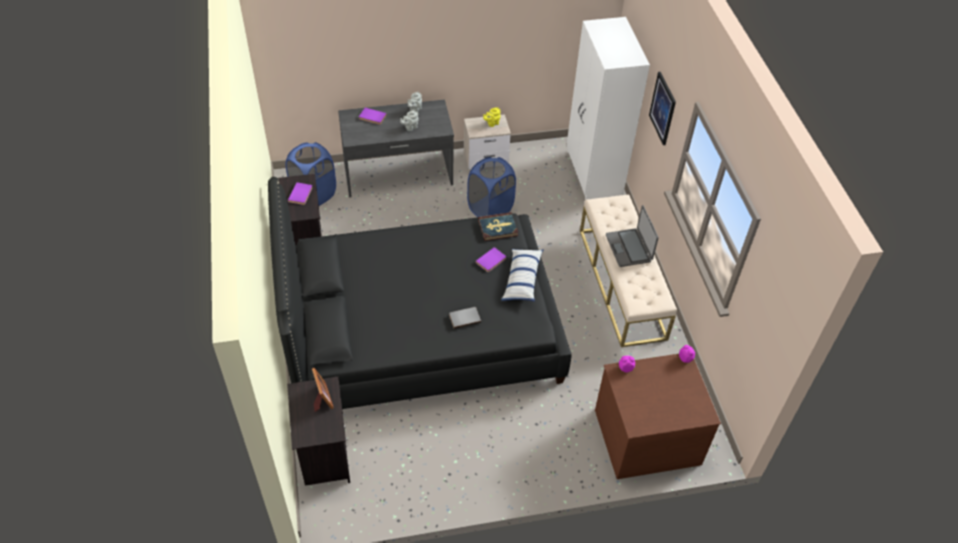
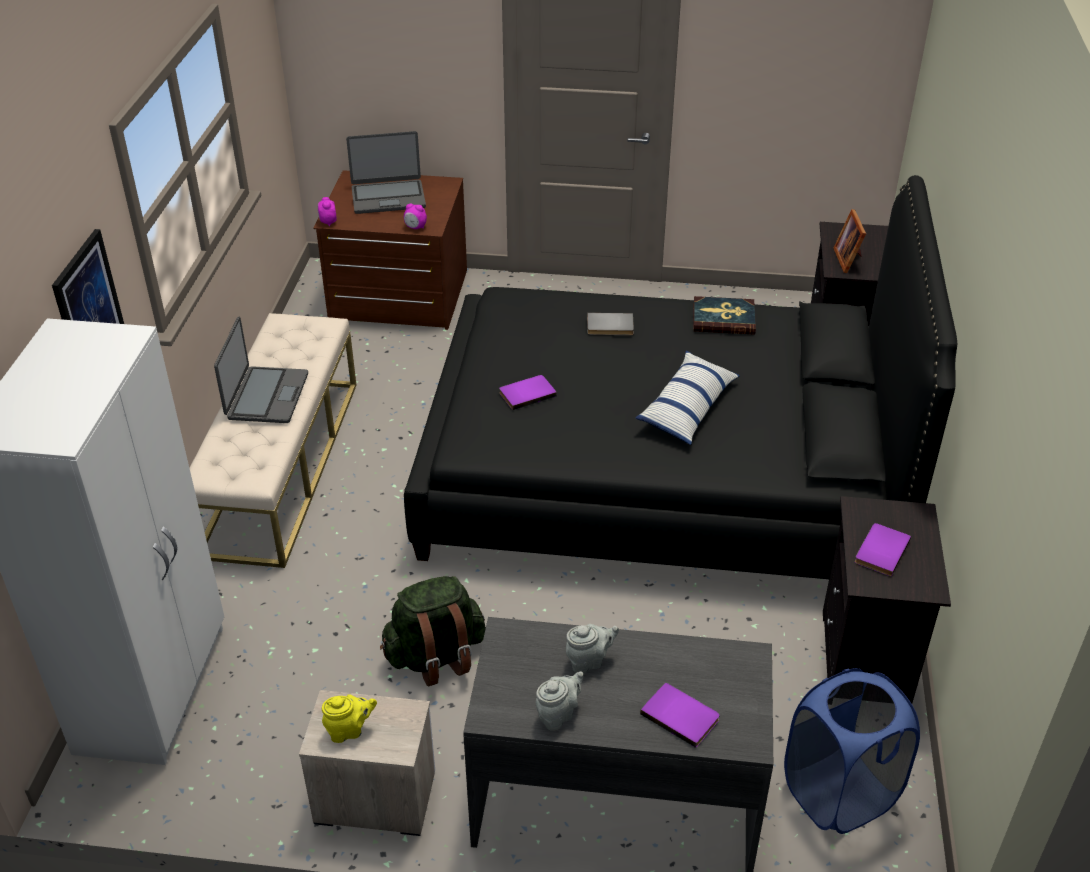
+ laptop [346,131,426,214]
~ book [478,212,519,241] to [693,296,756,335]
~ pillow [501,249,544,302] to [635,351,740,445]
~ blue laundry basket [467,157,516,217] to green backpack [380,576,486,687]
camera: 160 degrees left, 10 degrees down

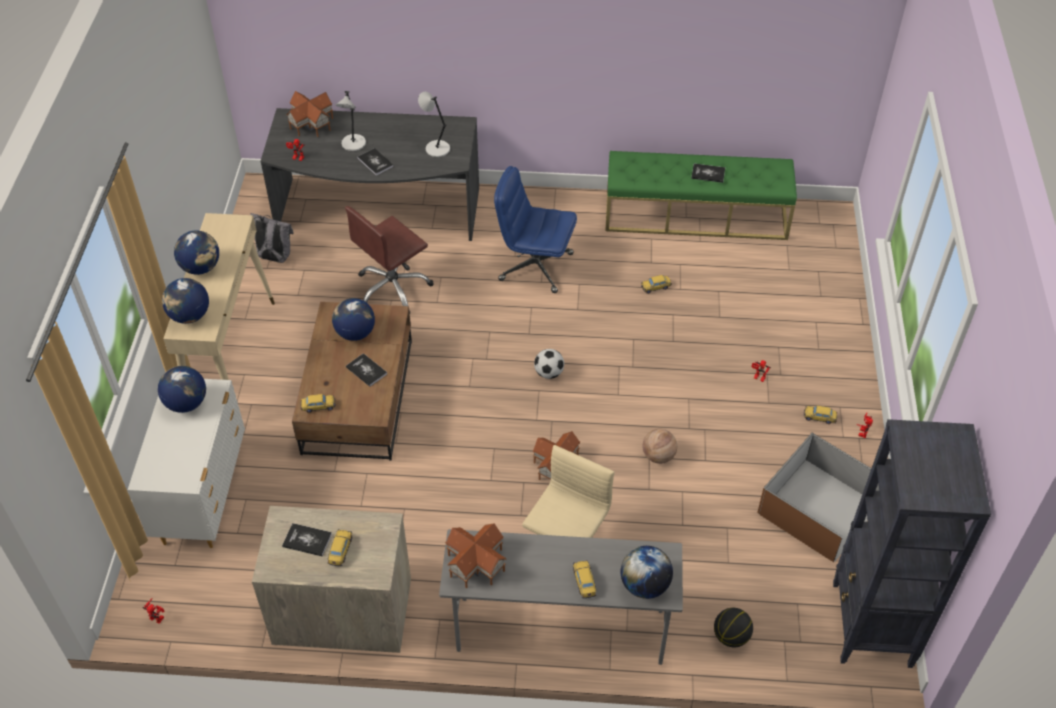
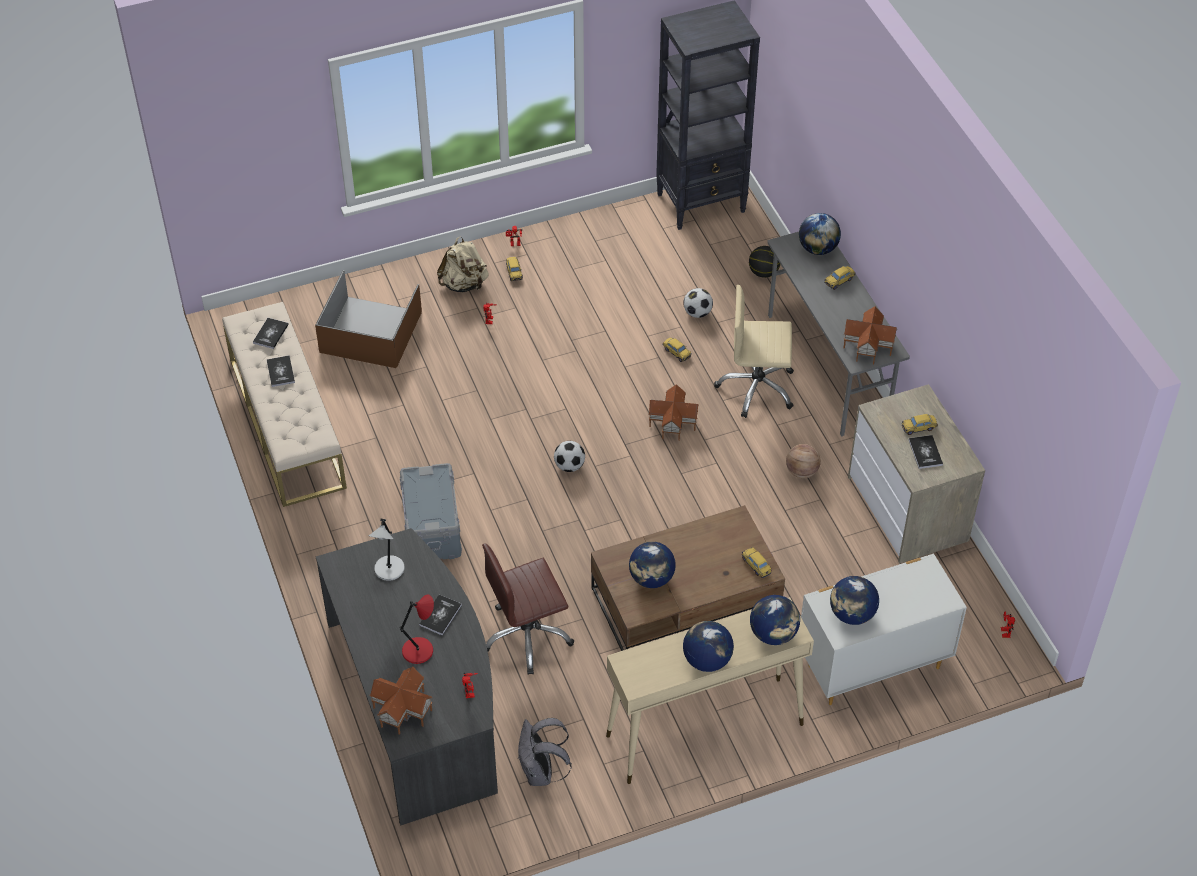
+ beige backpack [437,236,489,292]
+ football [683,288,713,318]
~ book [346,353,387,387] to [253,318,289,349]
~ toy car [641,275,672,294] to [663,338,692,362]
~ basketball [642,429,677,464] to [786,444,821,478]
~ brown storage box [757,432,879,562] to [315,270,422,368]
~ blue office chair [494,166,577,293] to grey storage box [400,463,462,559]
~ grey table lamp [336,91,366,151] to red table lamp [400,594,434,664]
~ green bench [605,151,797,240] to beige bench [222,302,347,507]
~ brown office chair [345,206,433,312] = [482,544,574,675] 135 degrees clockwise
camera: 115 degrees left, 0 degrees up

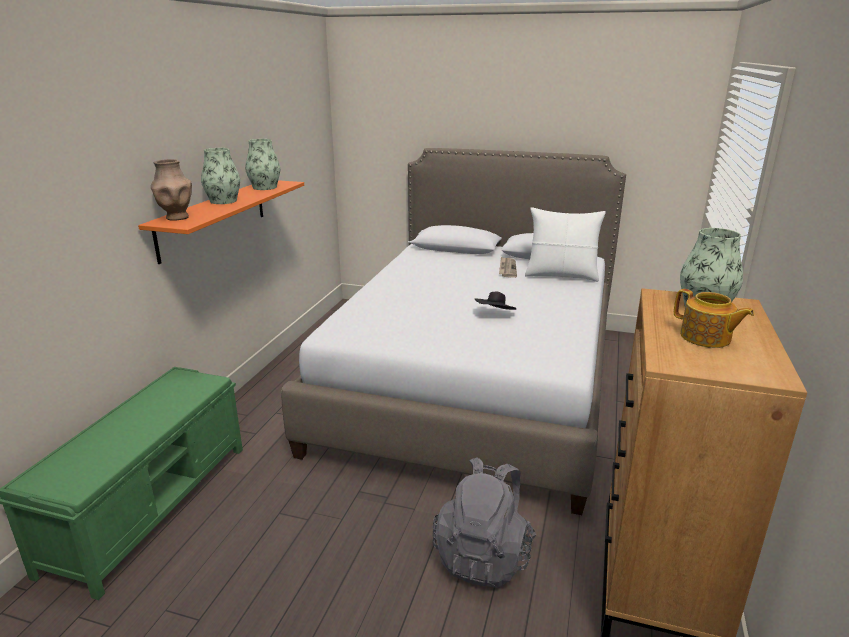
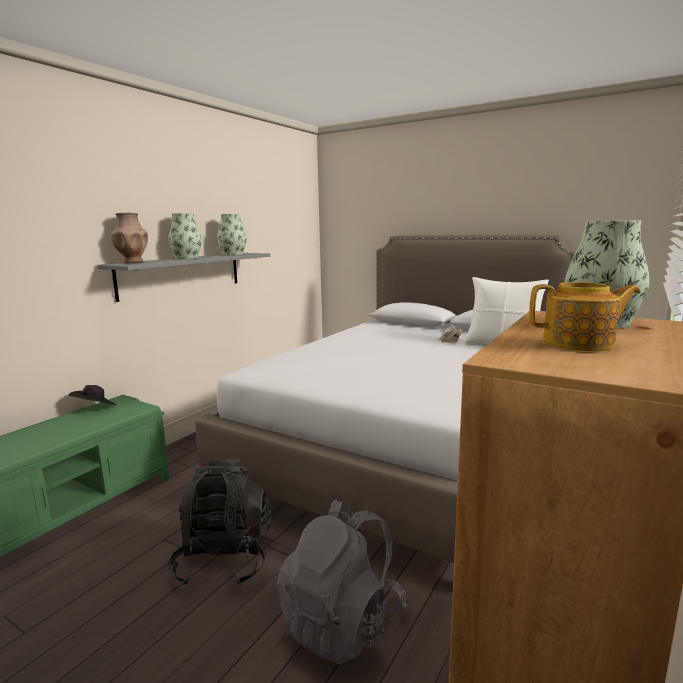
+ black backpack [168,459,272,585]
~ black hat [475,292,517,310] to [68,385,117,405]
~ orange shelf [138,180,304,264] to grey shelf [97,253,270,302]
~ teapot [674,289,754,348] = [529,282,641,352] 60 degrees counterclockwise
camera: 15 degrees right, 10 degrees down

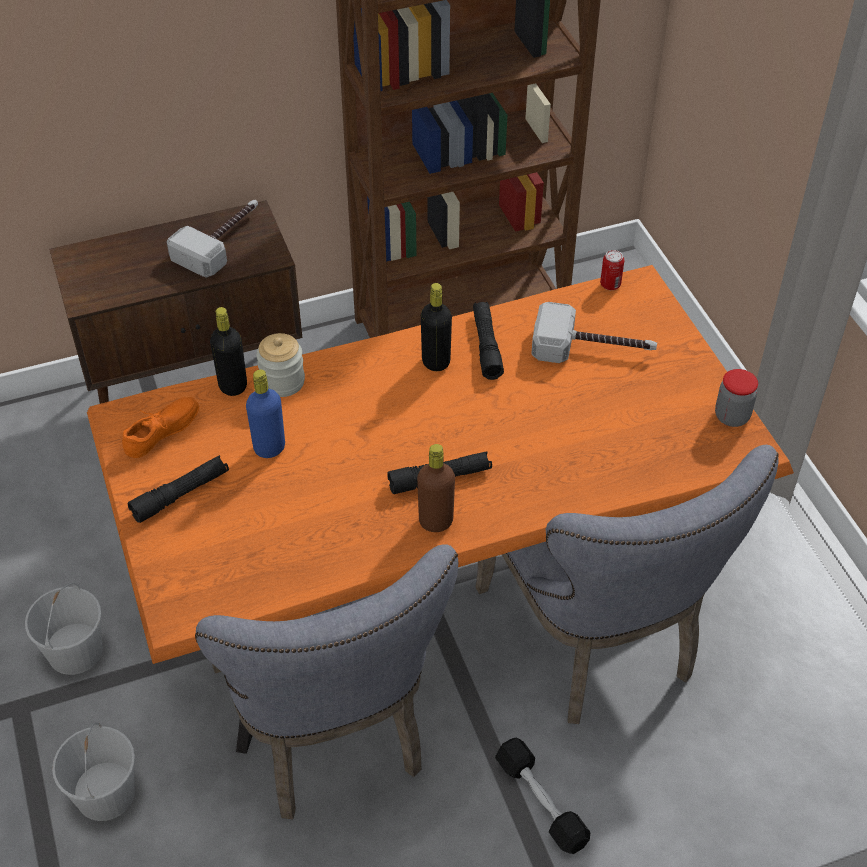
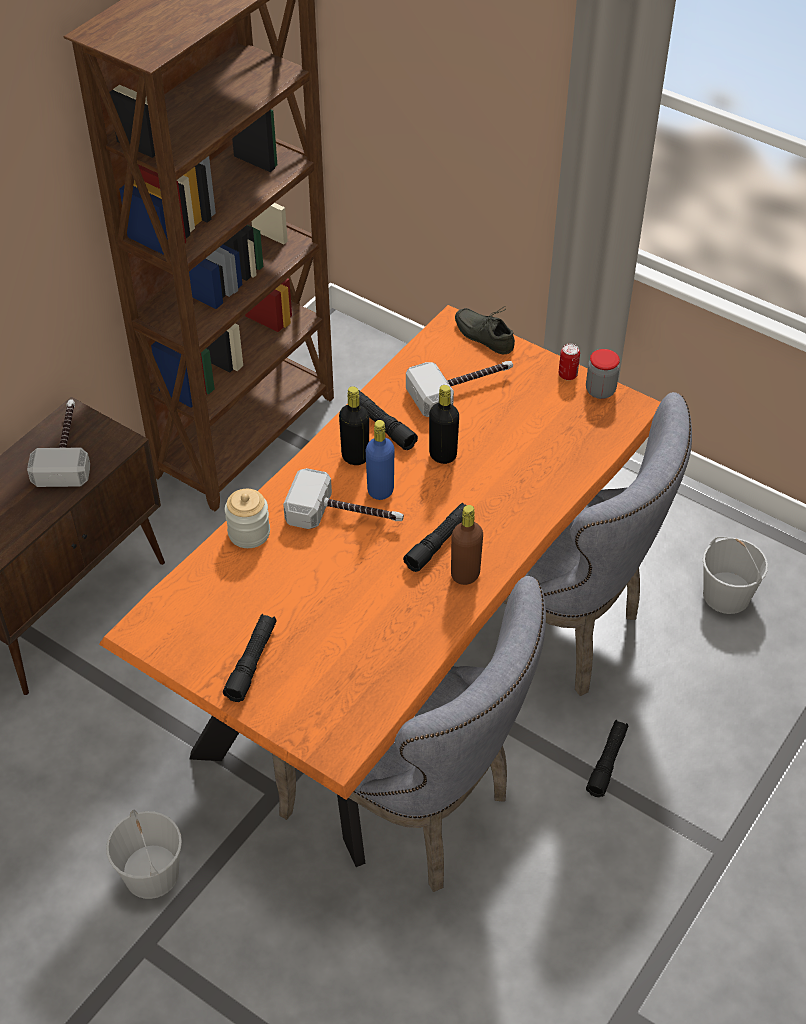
- orange shoe [122,397,199,458]
+ hammer [283,468,404,529]
+ grey shoe [455,306,515,354]
~ white bucket [52,722,135,821] to [703,537,768,614]
~ black bottle [210,307,247,396] to [429,385,459,464]
~ blue bottle [246,369,285,458] to [366,420,394,500]
~ can [600,250,624,290] to [559,344,580,380]
~ black dumbbell [495,737,590,854] to black flashlight [586,720,628,797]
camera: 35 degrees left, 0 degrees up

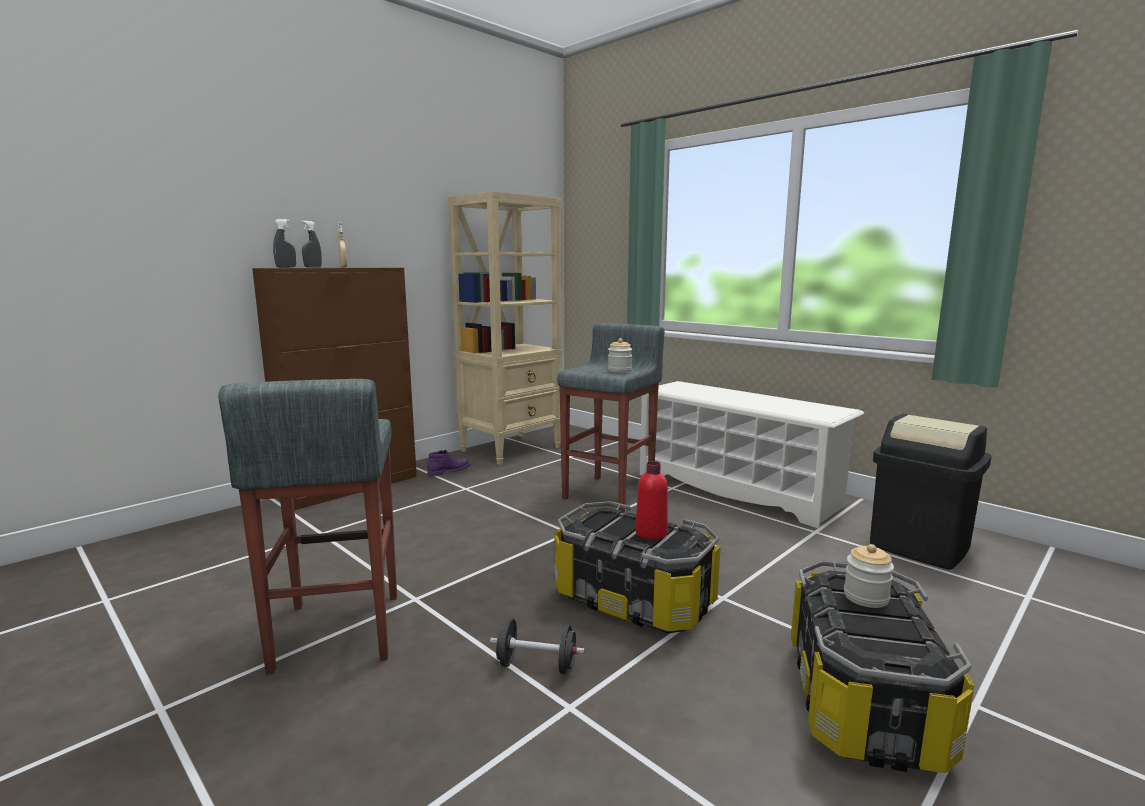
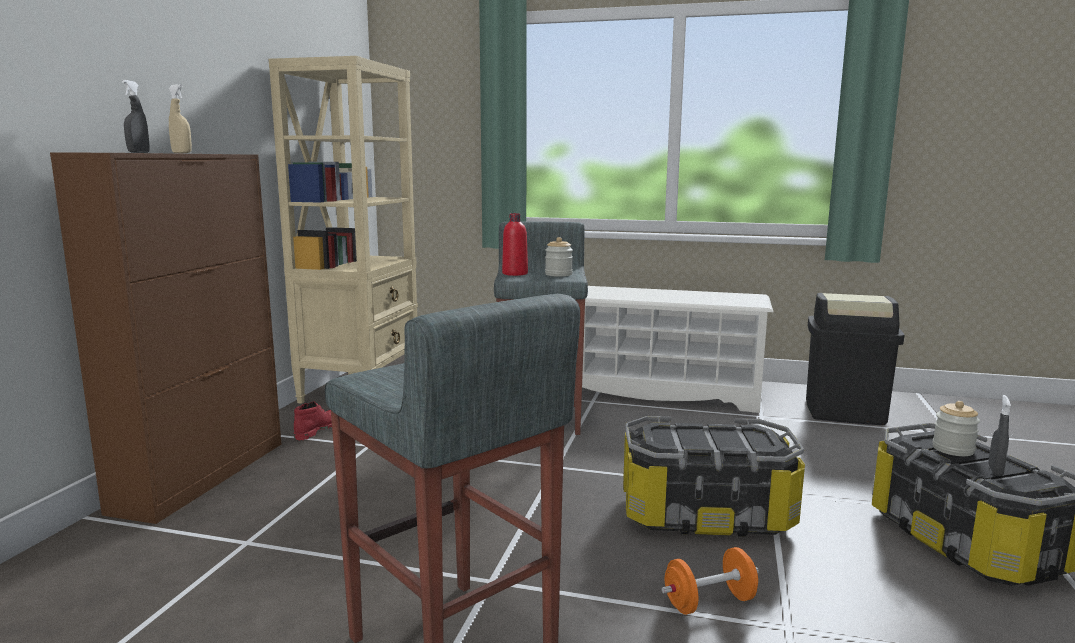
~ grey spray bottle [273,219,296,268] to [988,395,1011,476]
~ red bottle [636,461,668,540] to [502,213,528,276]
~ purple boot [427,450,471,477] to red boot [294,401,332,440]
~ black dumbbell [490,618,585,674] to orange dumbbell [662,547,759,615]
camera: 30 degrees left, 0 degrees up

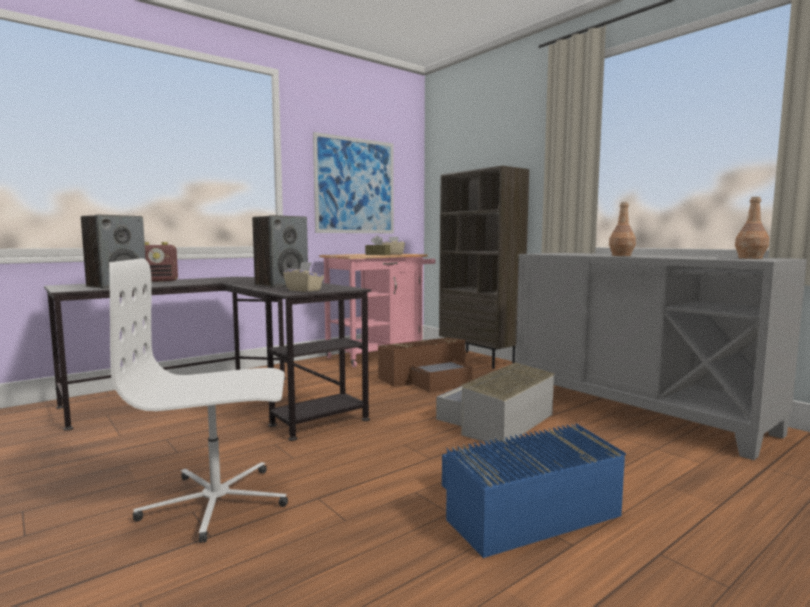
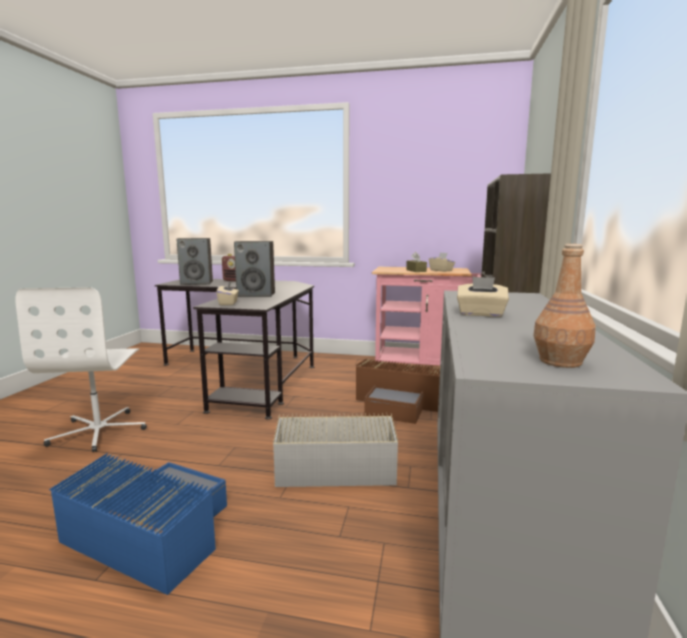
- picture [313,132,394,233]
~ brown bottle [609,202,636,256] to beige tissue box [457,276,509,317]
~ white office chair [109,258,288,543] = [15,287,147,452] 135 degrees counterclockwise
camera: 50 degrees right, 5 degrees up

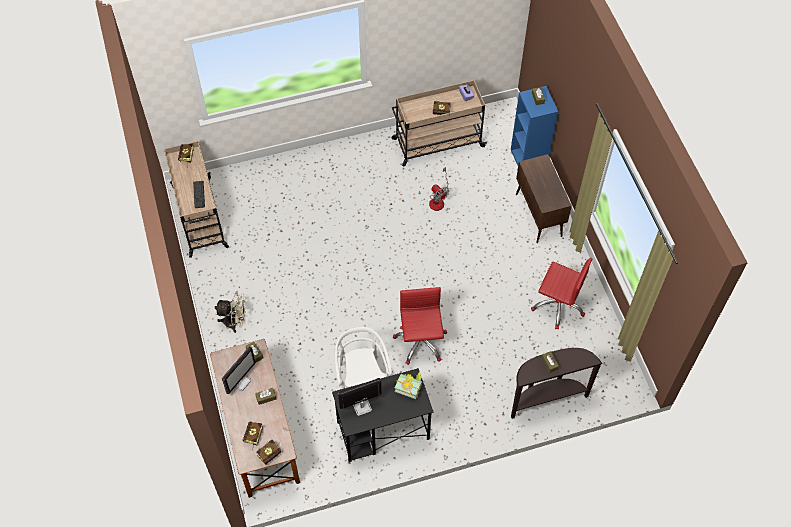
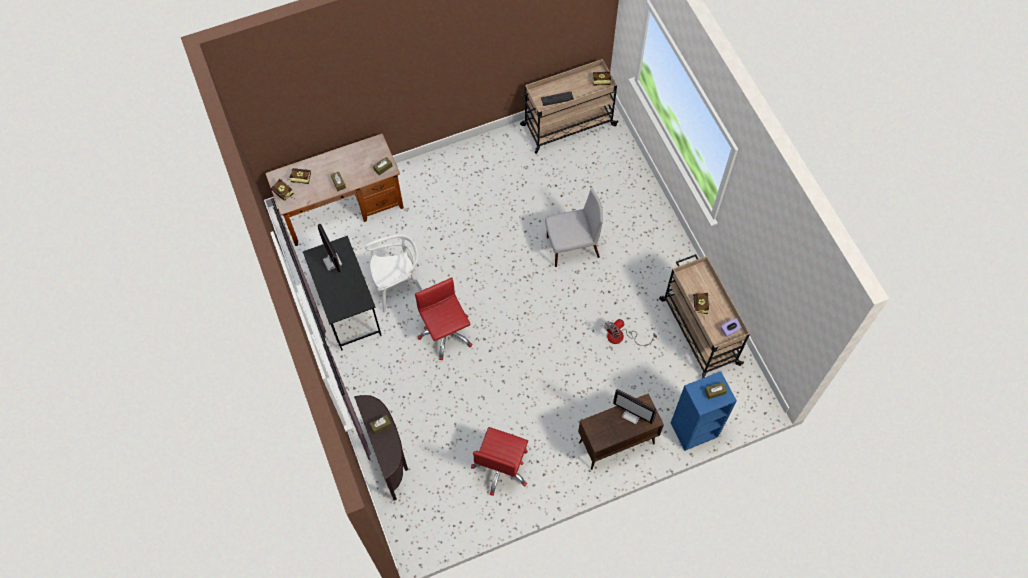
- beige fan [215,292,246,333]
- book [395,371,422,399]
+ grey chair [545,189,603,267]
~ monitor [222,346,256,394] to [613,389,657,424]
~ red office chair [393,287,447,365] = [415,278,473,360] 105 degrees counterclockwise
camera: 85 degrees right, 5 degrees up

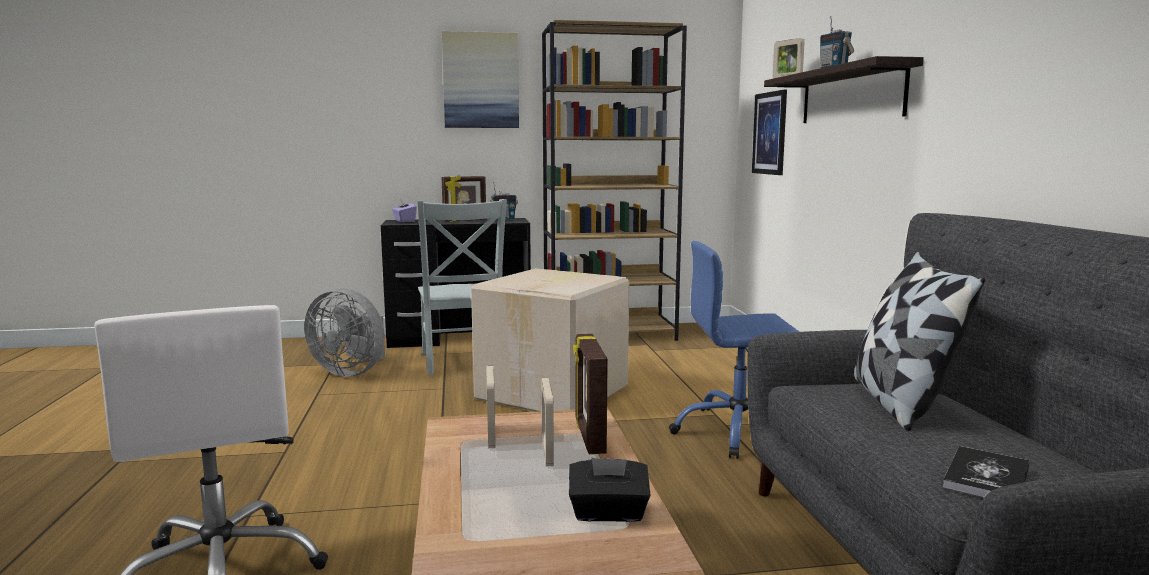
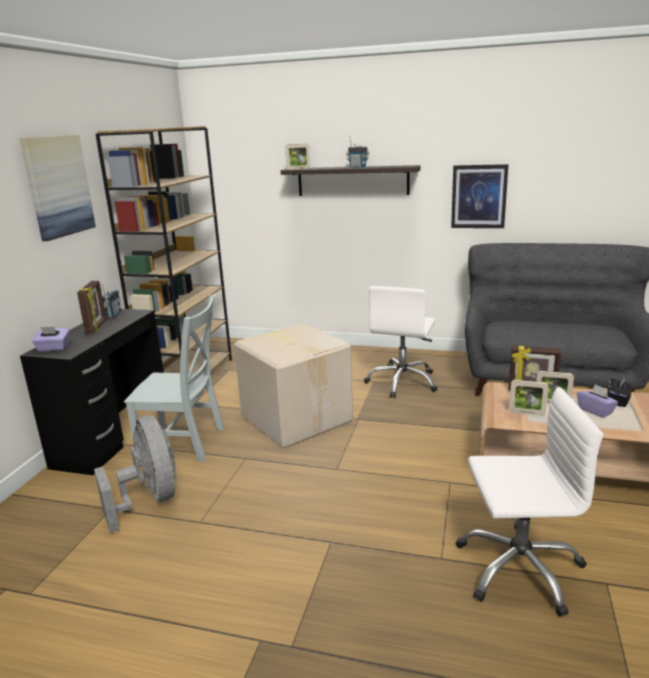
- pillow [854,251,985,431]
- book [943,446,1030,497]
+ purple tissue box [577,384,618,418]
~ picture [752,90,787,175] to [451,164,508,228]
~ blue office chair [669,241,800,459] to white office chair [364,286,438,398]
~ grey fan [305,288,385,376] = [94,416,177,533] 75 degrees counterclockwise
camera: 65 degrees left, 10 degrees up

